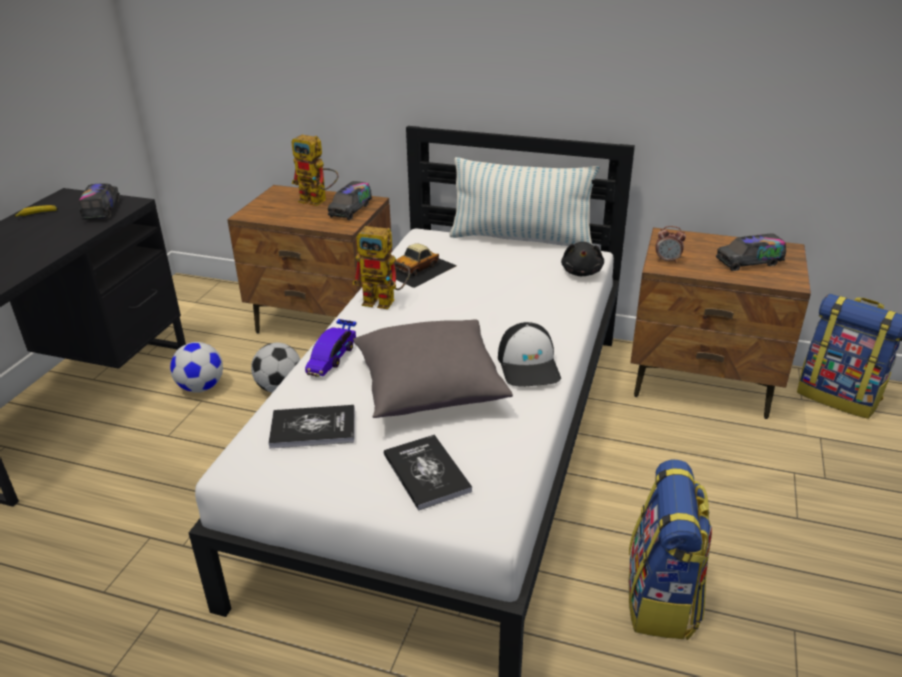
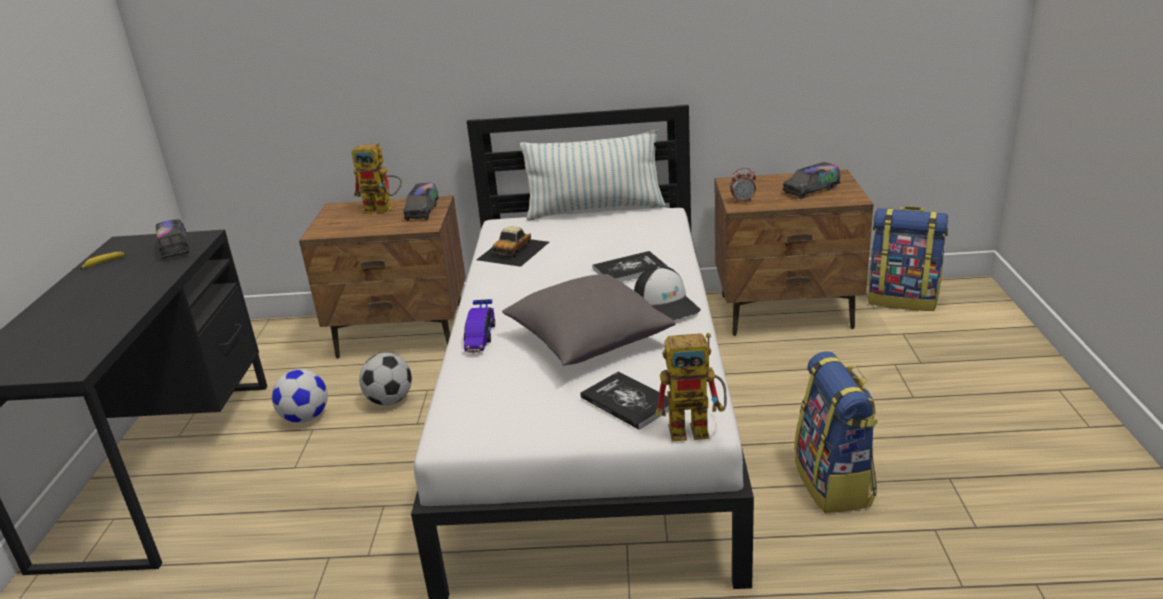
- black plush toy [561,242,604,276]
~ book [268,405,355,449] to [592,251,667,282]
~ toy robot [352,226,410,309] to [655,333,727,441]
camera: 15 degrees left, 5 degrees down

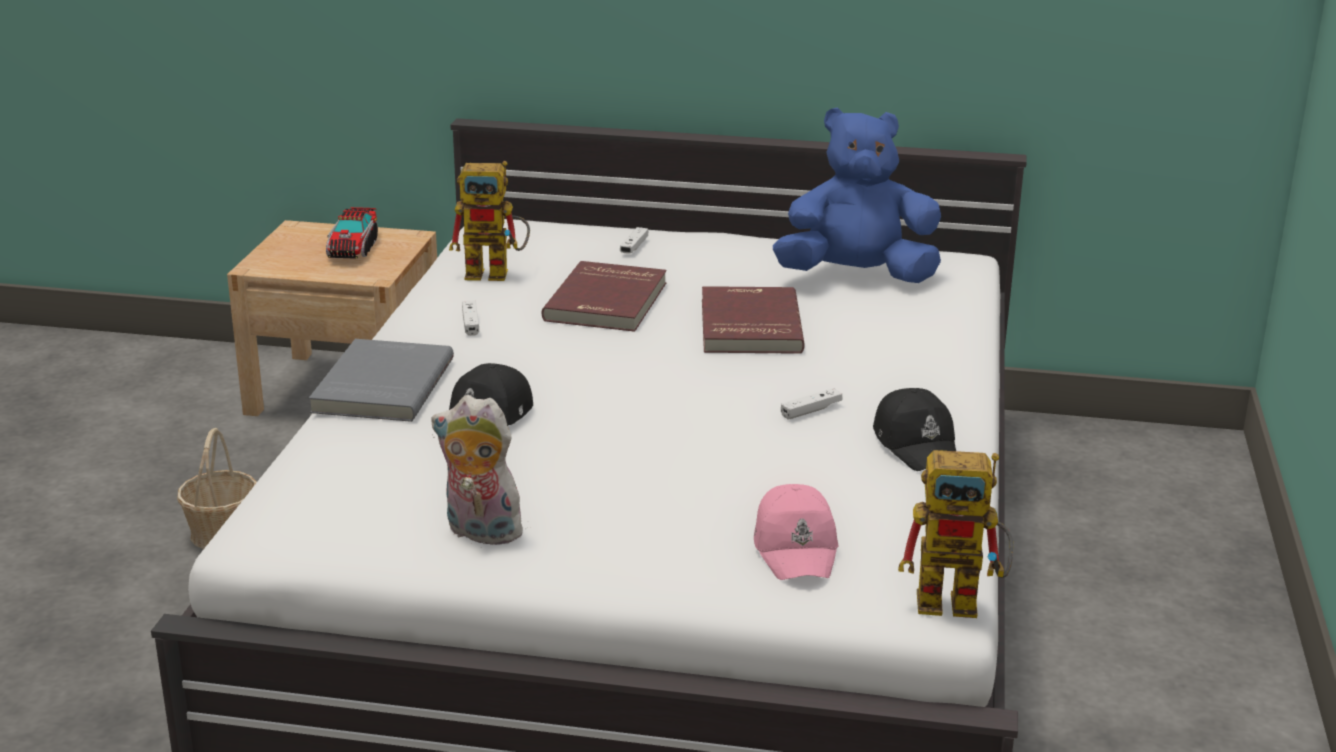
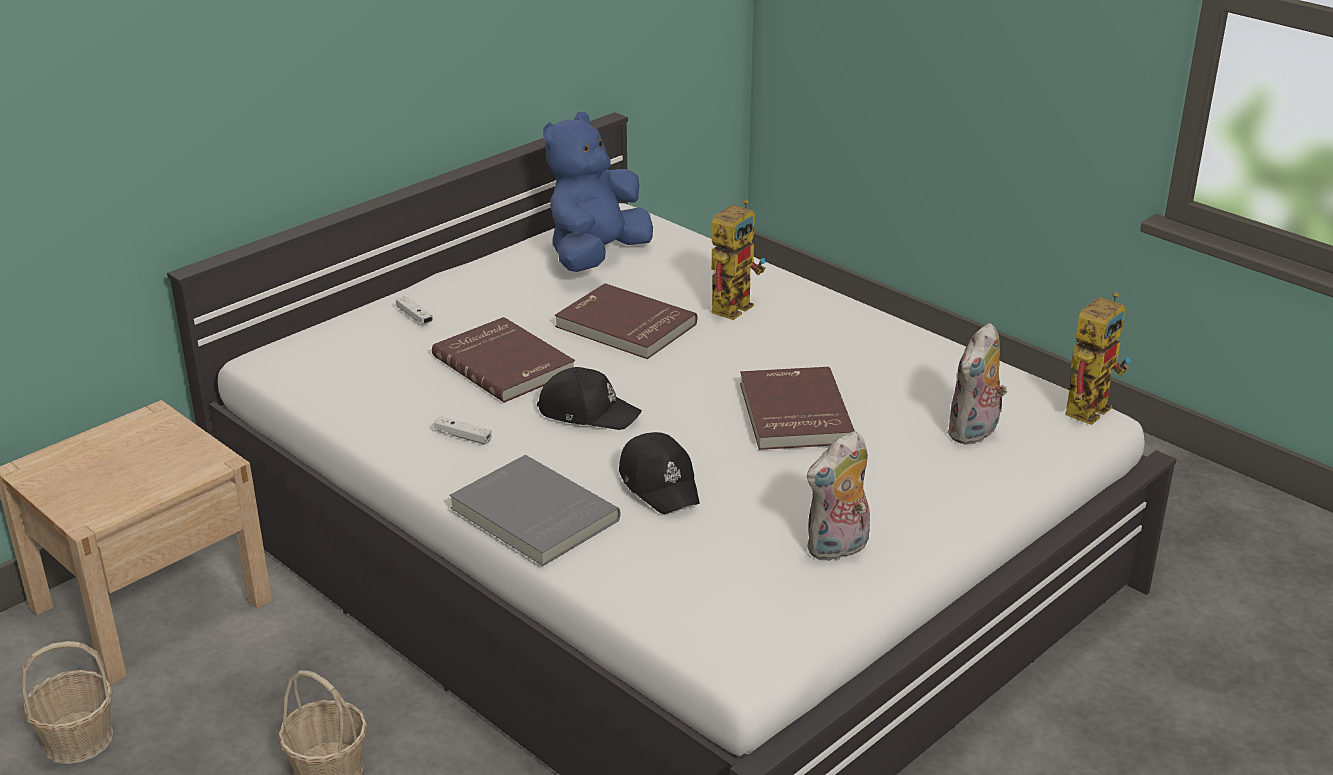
- toy truck [326,207,378,259]
- white game controller [781,388,842,420]
+ basket [21,641,113,764]
+ red book [740,367,855,450]
~ toy robot [449,161,530,281] to [711,199,766,320]
~ black cap [873,388,956,471] to [537,367,642,430]
~ pink cap [754,484,838,580] to plush toy [946,323,1007,445]
camera: 55 degrees left, 5 degrees up

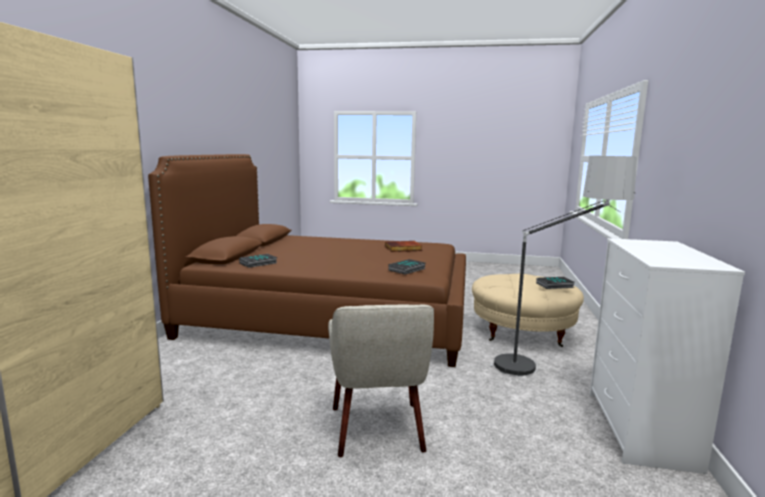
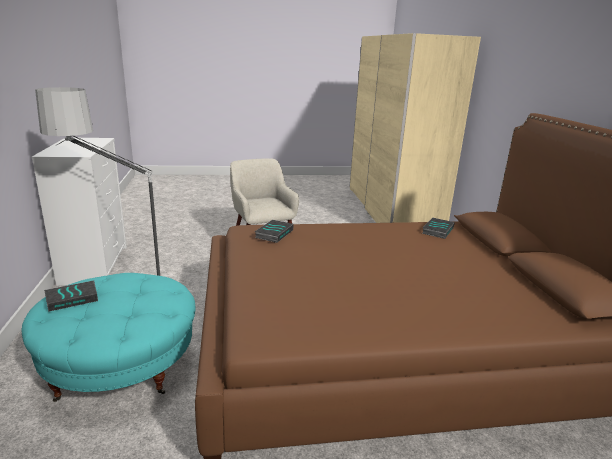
- book [385,241,422,252]
~ beige ottoman [472,274,584,347] to turquoise ottoman [21,273,195,402]
camera: 160 degrees right, 10 degrees up

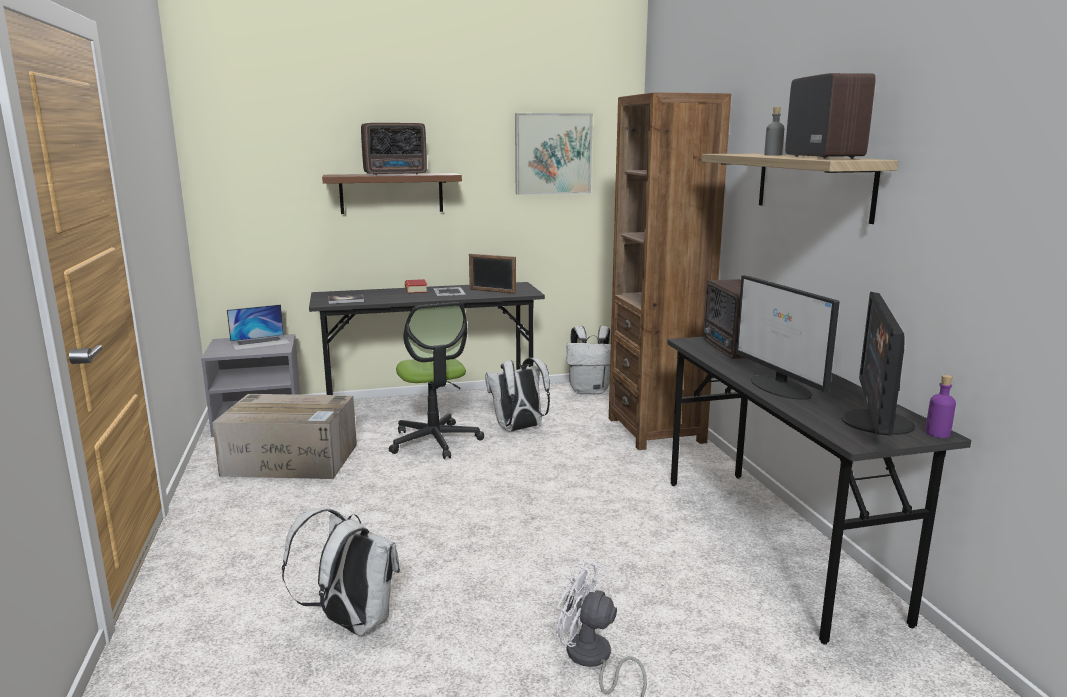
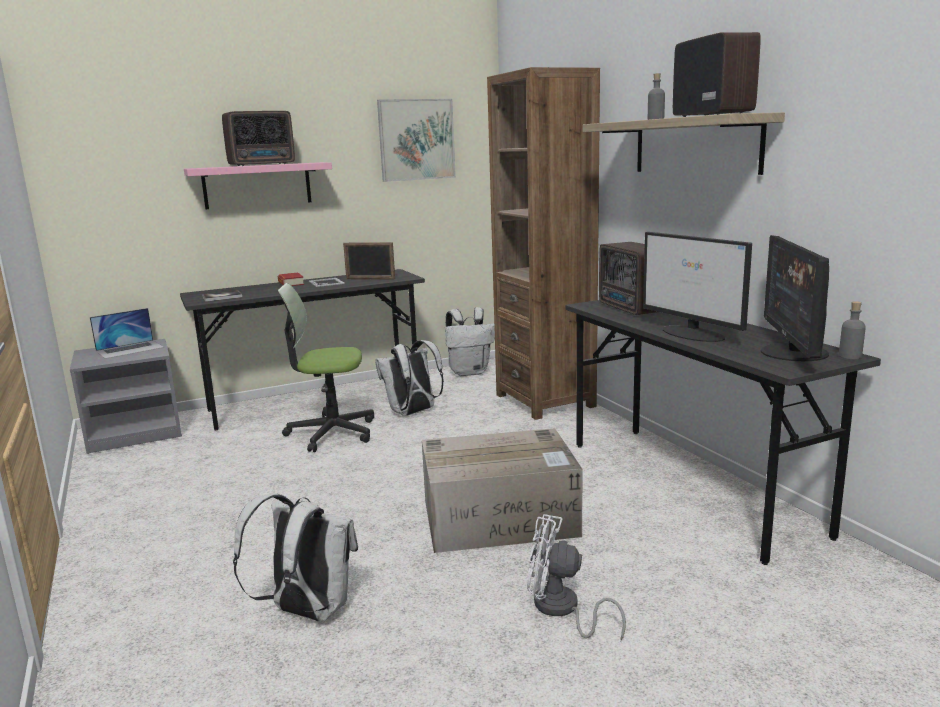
~ cardboard box [212,394,357,479] to [422,428,582,553]
~ brown shelf [322,173,462,214] to pink shelf [184,162,332,209]
~ purple bottle [925,375,956,438] to grey bottle [839,301,866,360]
~ office chair [389,302,484,459] = [278,283,374,452] 120 degrees clockwise
camera: 10 degrees left, 0 degrees up

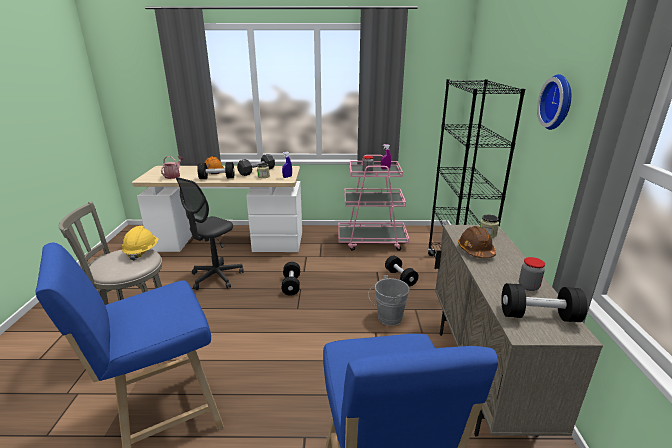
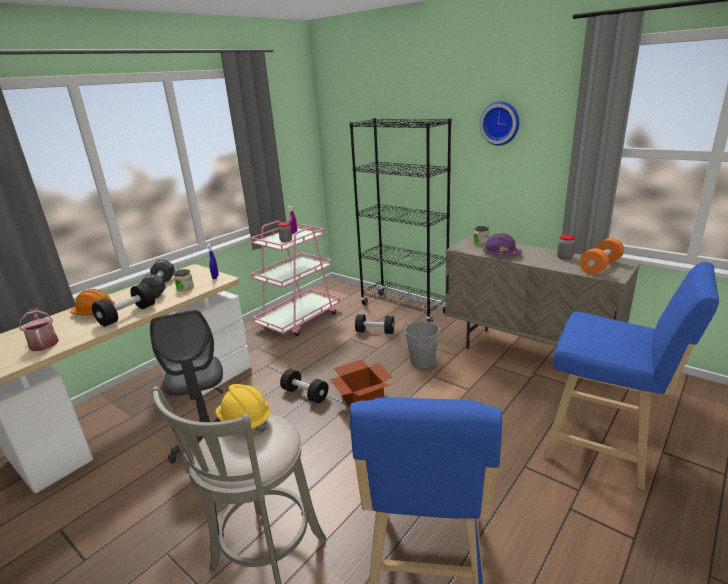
+ cardboard box [330,360,392,406]
~ brown hard hat [458,226,496,258] to purple hard hat [483,233,522,256]
~ black dumbbell [501,283,588,322] to orange dumbbell [580,238,624,275]
camera: 50 degrees left, 0 degrees up

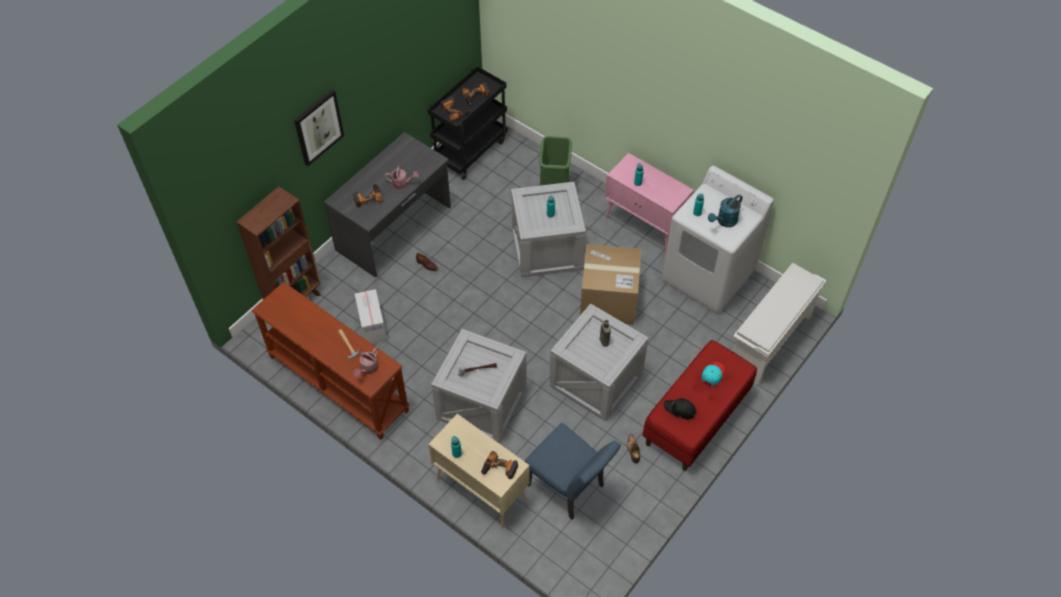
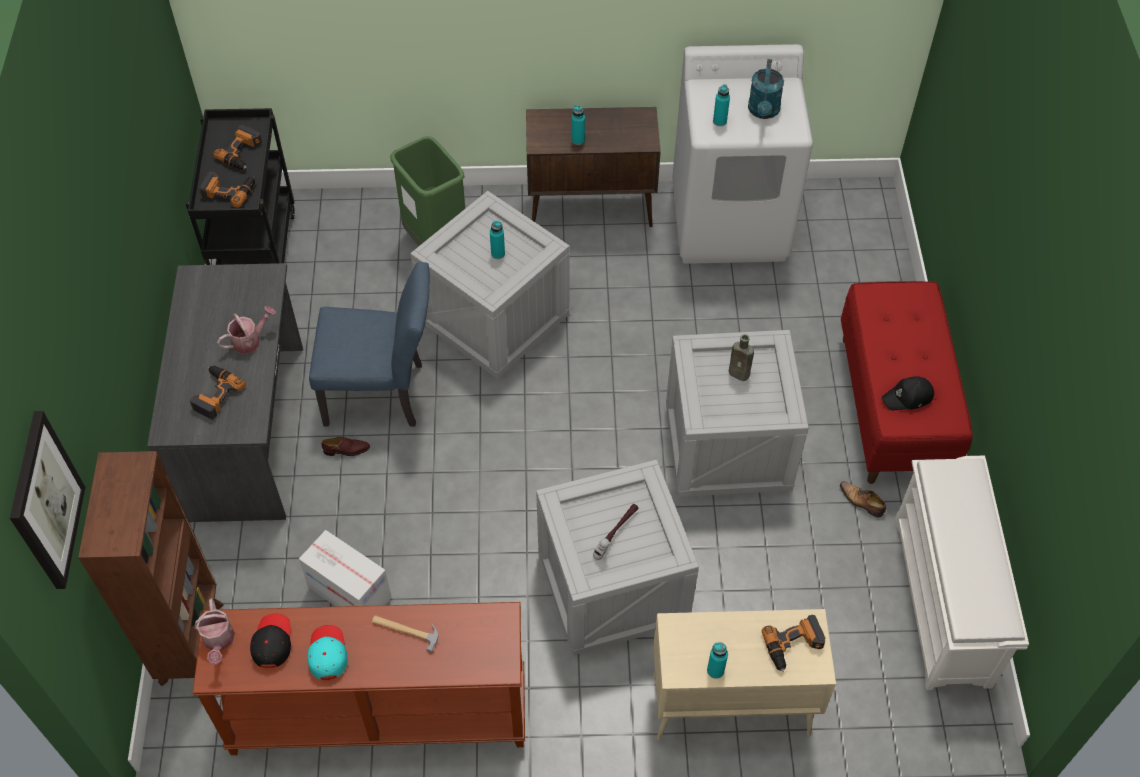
- cardboard box [580,244,641,325]
+ black cap [250,614,291,668]
~ picture [294,89,344,166] to [10,411,85,589]
~ watering can [354,348,378,377] to [194,598,235,665]
~ blue chair [524,423,621,520] to [309,262,430,427]
~ turquoise cap [701,361,725,386] to [307,625,348,680]
~ white shoe rack [732,263,827,385] to [894,456,1029,690]
~ pink cabinet [605,153,694,254] to brown cabinet [526,107,661,227]
camera: 40 degrees left, 0 degrees up

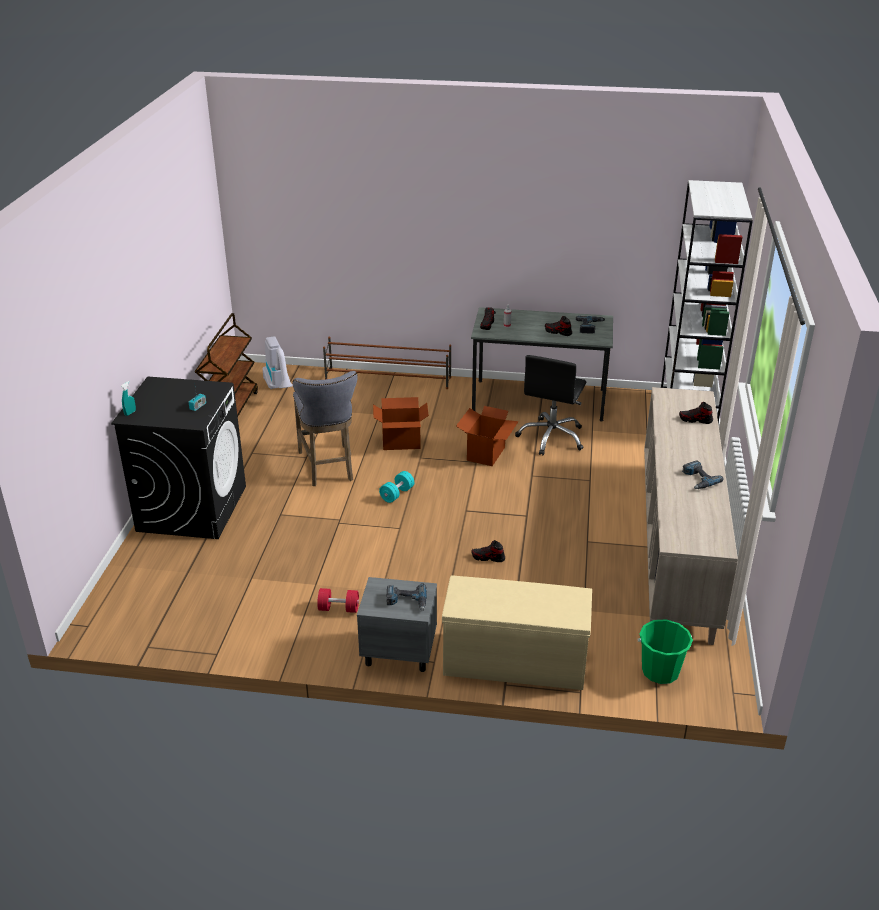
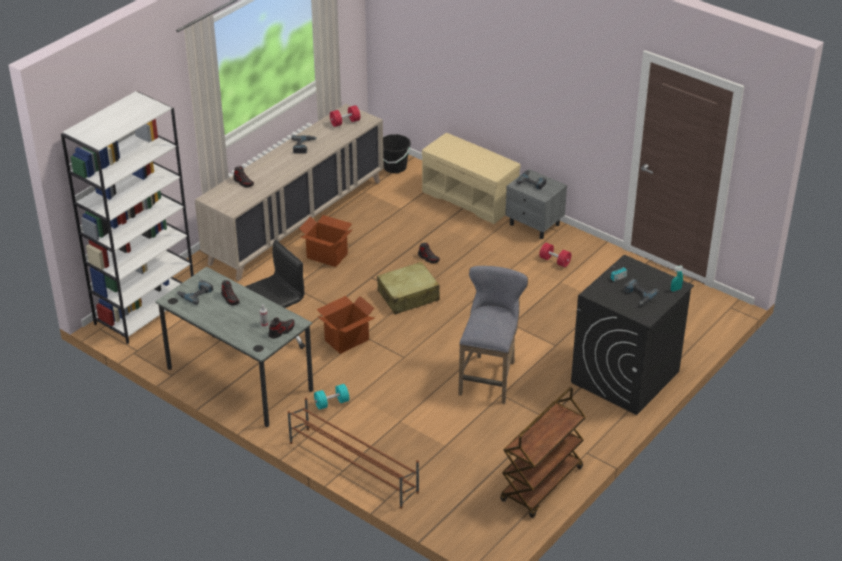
- vacuum cleaner [262,336,293,389]
+ red dumbbell [330,105,360,127]
+ beige suitcase [377,261,440,314]
+ power drill [623,279,659,305]
~ cardboard box [373,397,429,450] to [299,215,353,267]
~ turquoise dumbbell [379,471,414,503] to [314,384,349,410]
~ green bucket [638,619,693,684] to black bucket [383,134,411,173]
camera: 150 degrees left, 5 degrees up

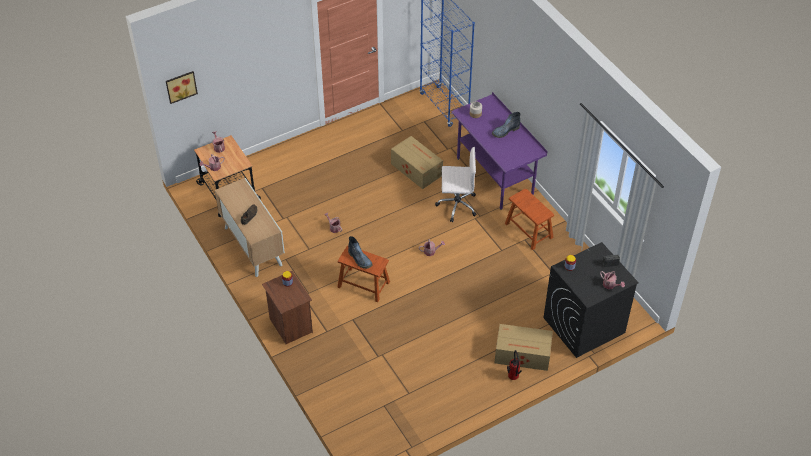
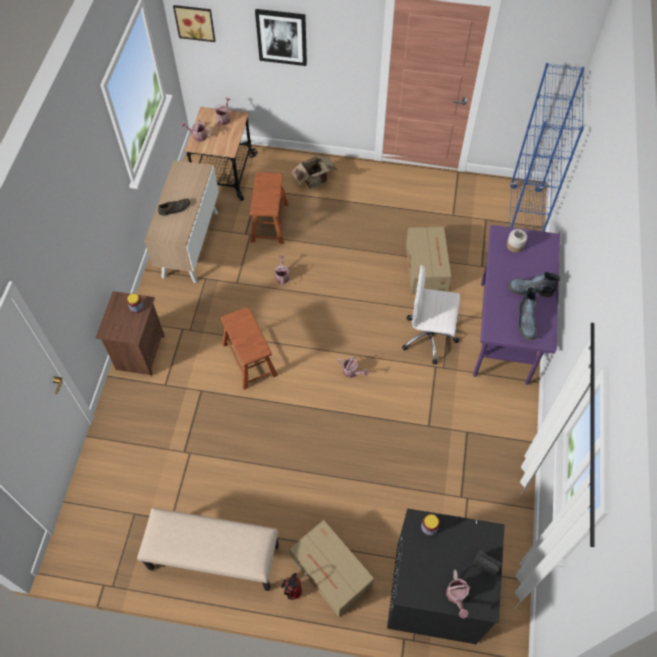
+ beige bench [137,508,279,591]
+ picture [255,9,307,66]
+ cardboard box [291,156,337,189]
~ boot [348,236,373,269] to [518,288,537,340]
~ brown stool [505,189,554,250] to [250,172,289,244]
~ white office chair [435,147,477,222] = [402,265,460,365] 150 degrees clockwise
camera: 40 degrees right, 10 degrees up

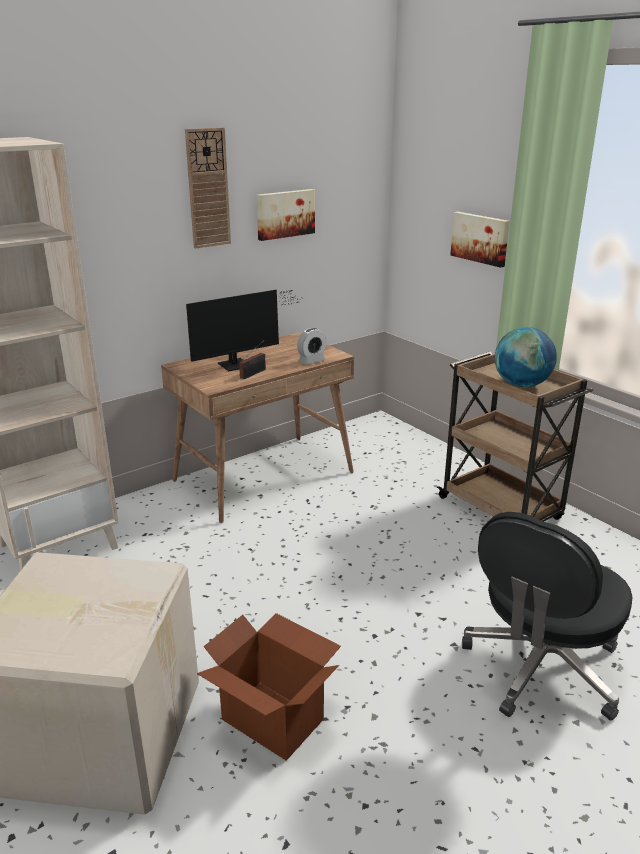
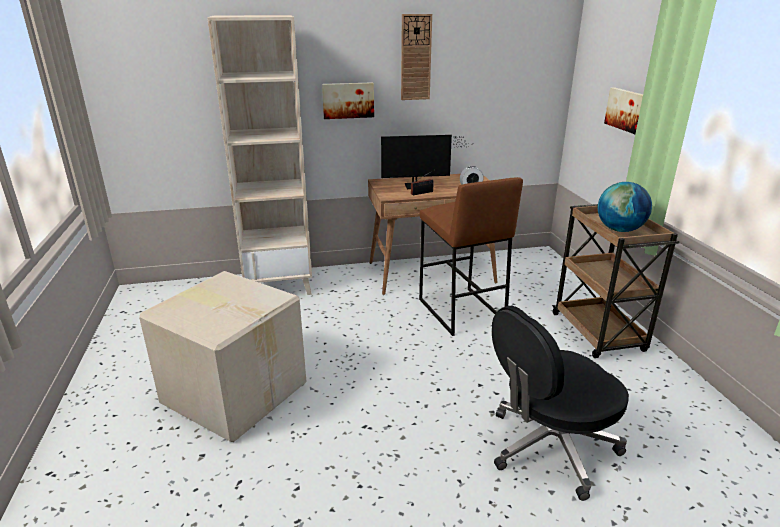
- cardboard box [197,613,341,760]
+ brown stool [419,177,523,336]
~ picture [257,189,315,241] to [322,82,374,119]
camera: 25 degrees right, 0 degrees up

